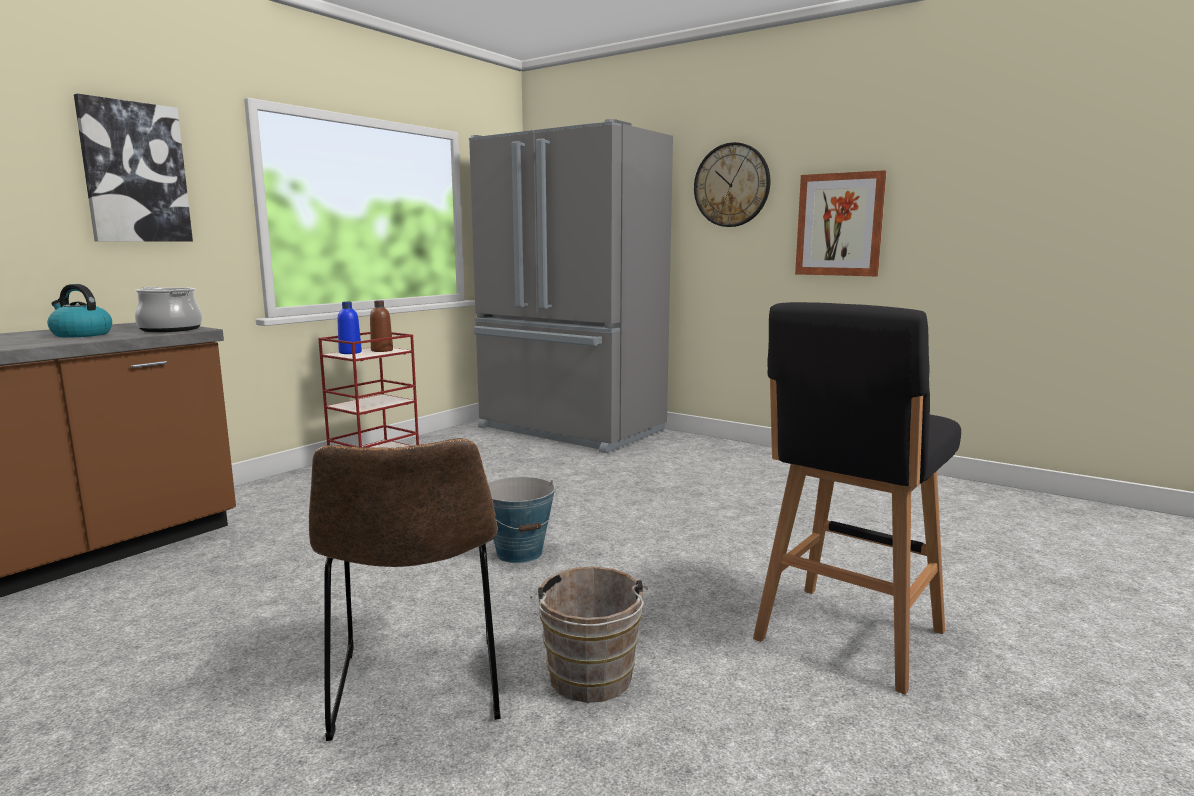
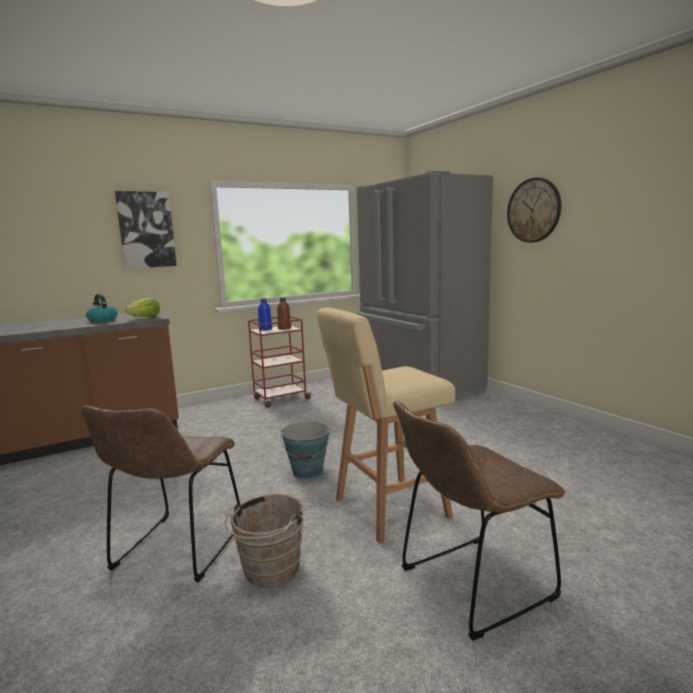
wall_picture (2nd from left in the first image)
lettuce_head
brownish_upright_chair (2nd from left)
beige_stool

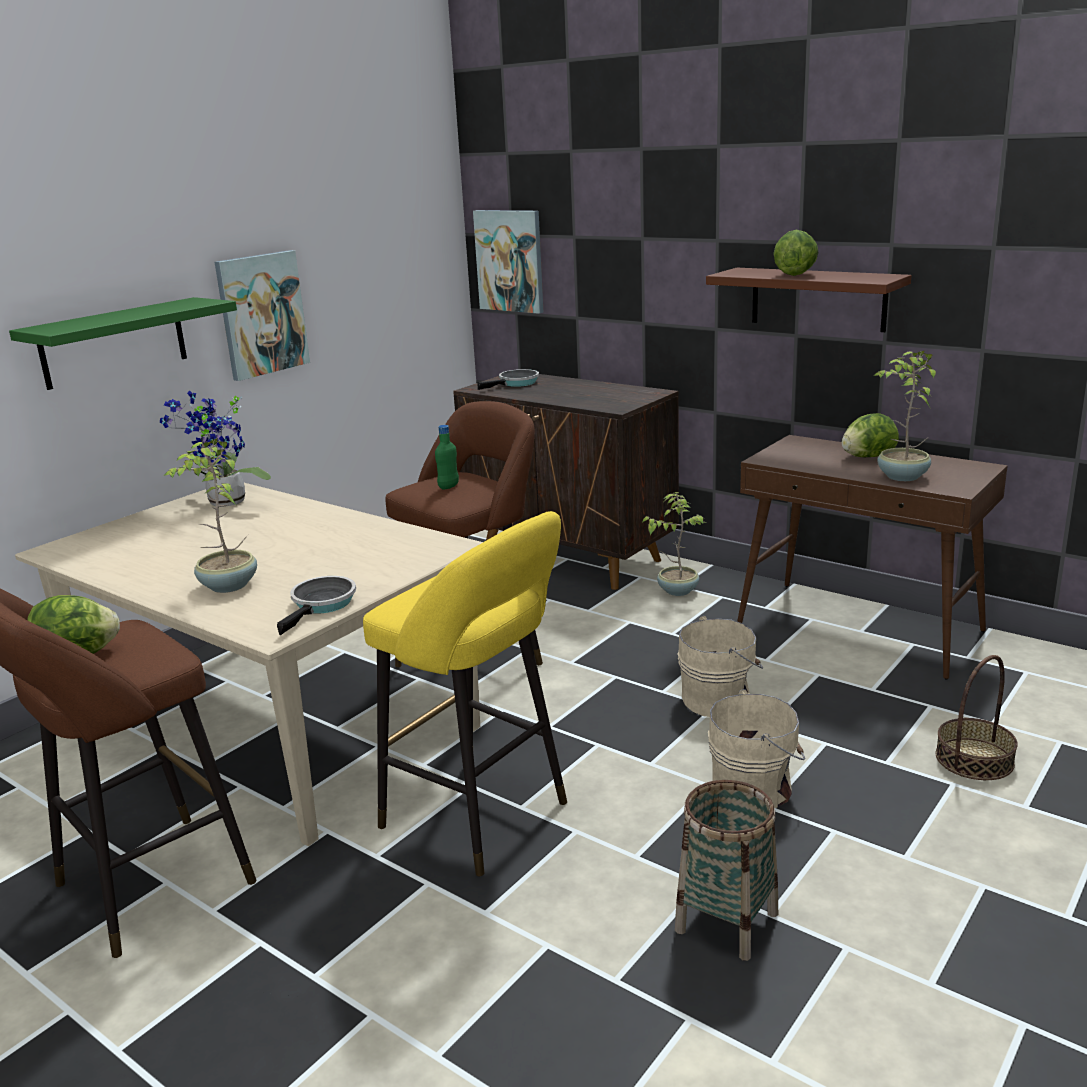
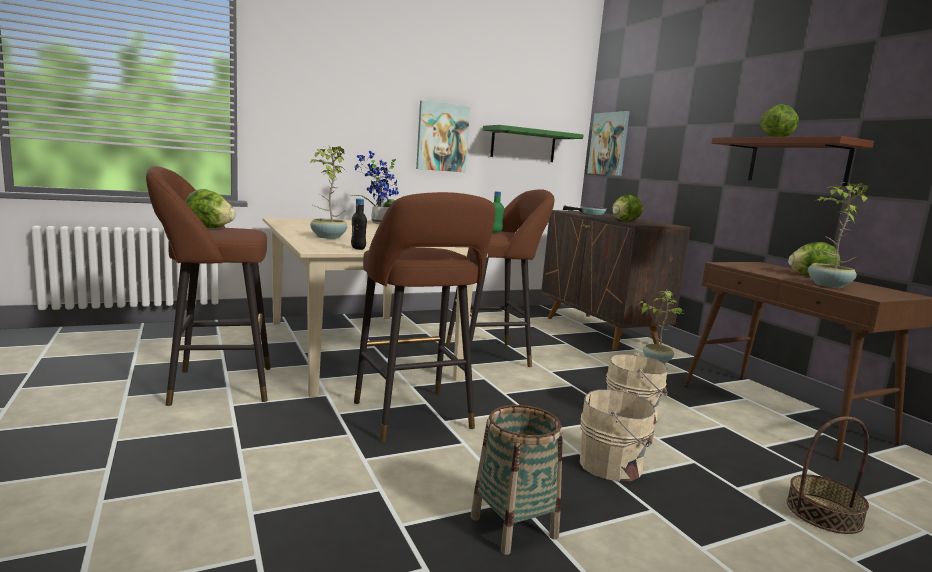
green-coloured_bracket_shelf
brownish_stool (2nd from left)
blackish_drink_bottle
lettuce_head (2nd from left)

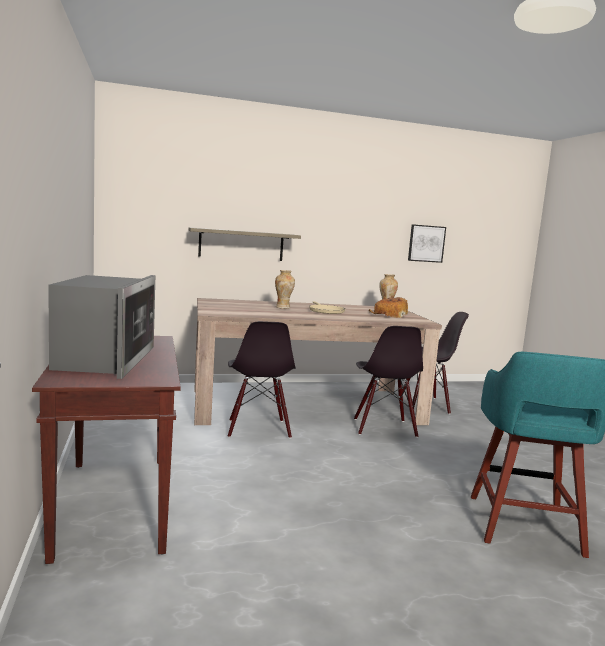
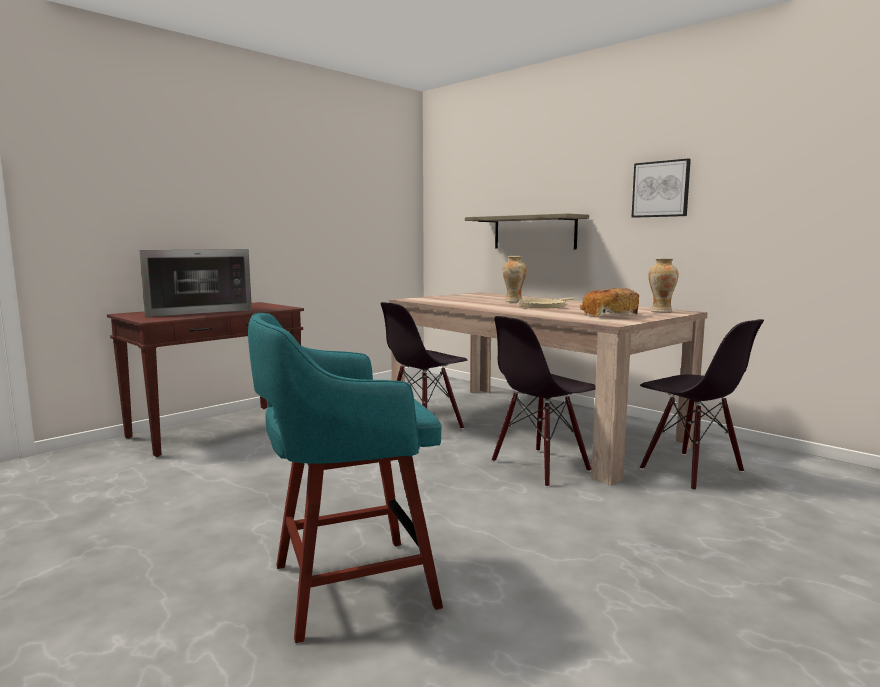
wall_picture

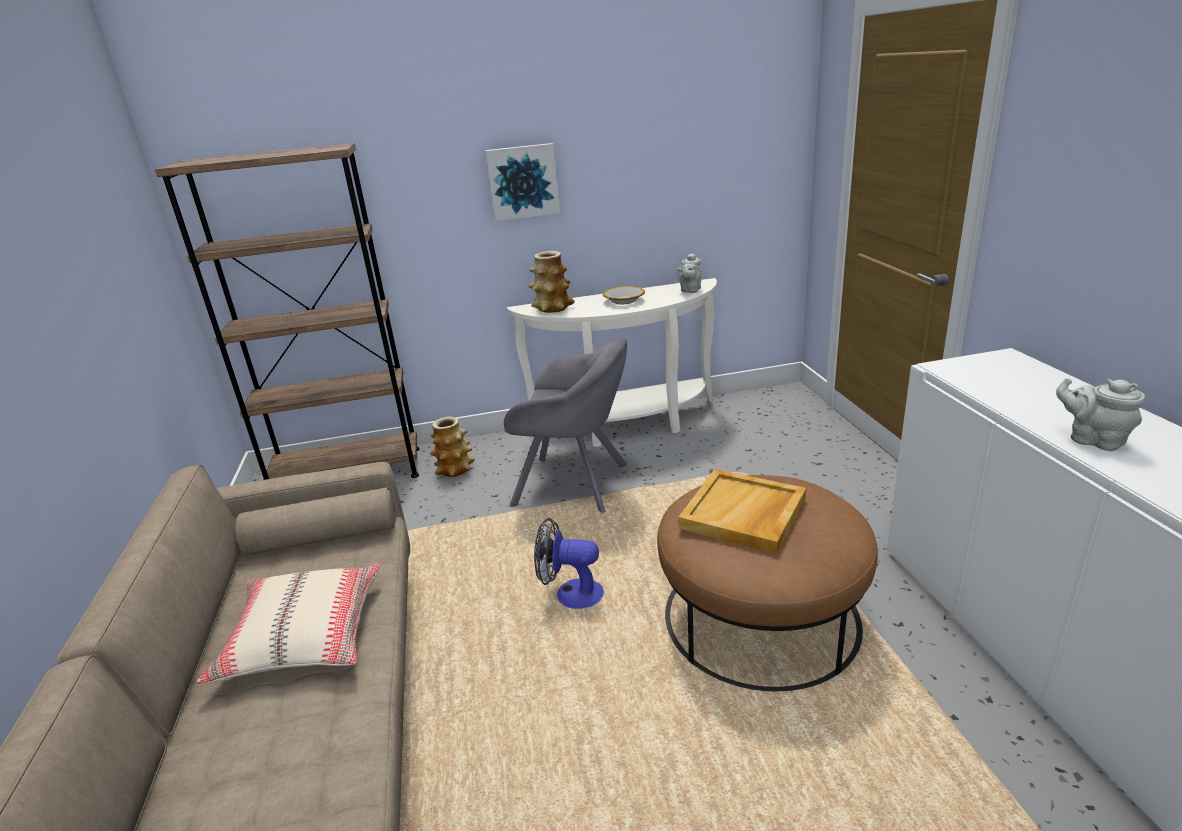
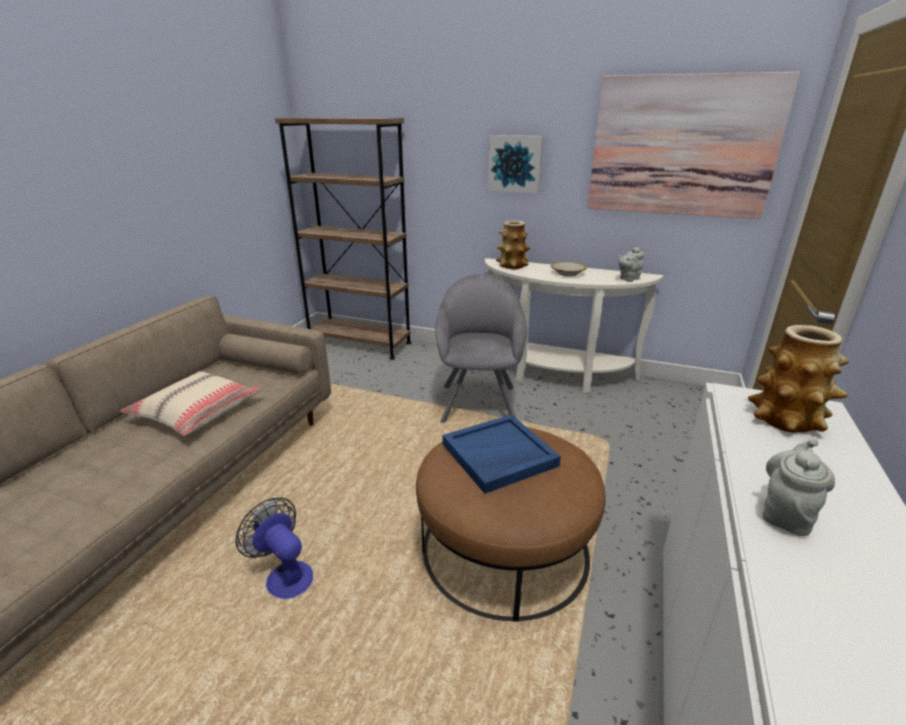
greyish_easy_chair
greyish_pot_for_tea (2nd from left)
decorative_vase (2nd from left)
bluish_carrying_tray
electric_fan
wall_picture (2nd from left)

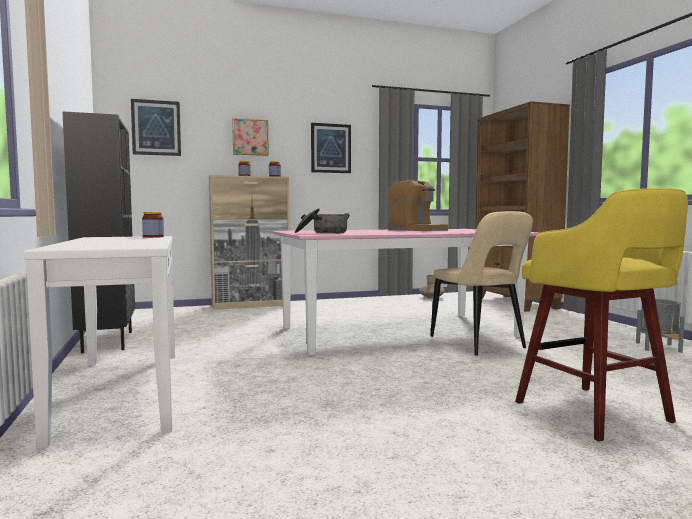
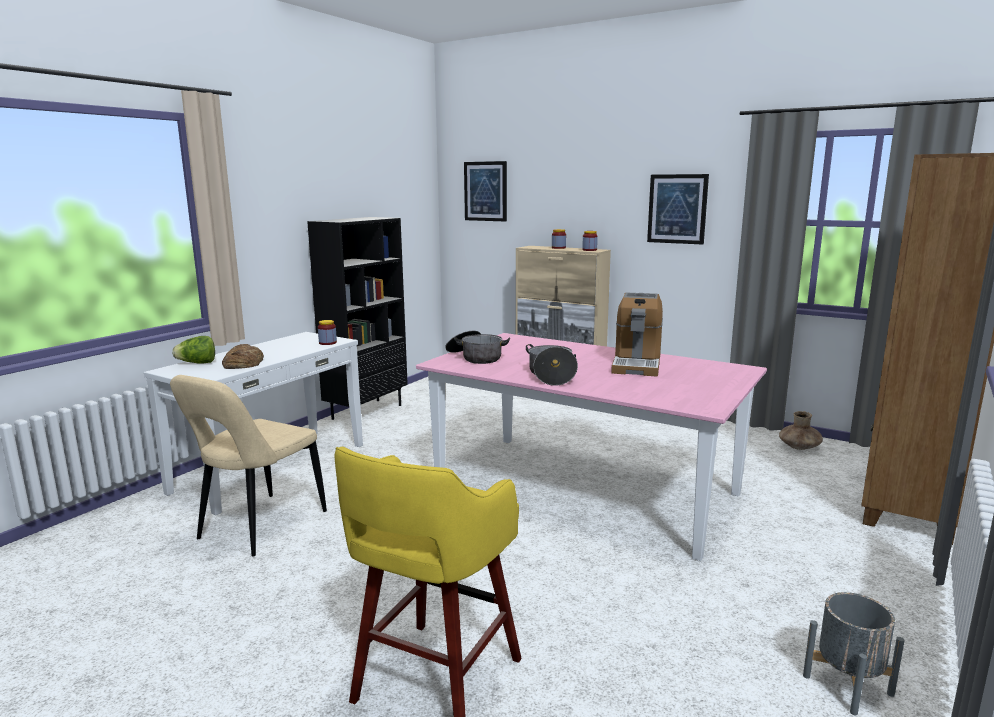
wall_picture (2nd from left in the first image)
beige_upright_chair
lettuce_head
baked_bread
saucepot (2nd from left)

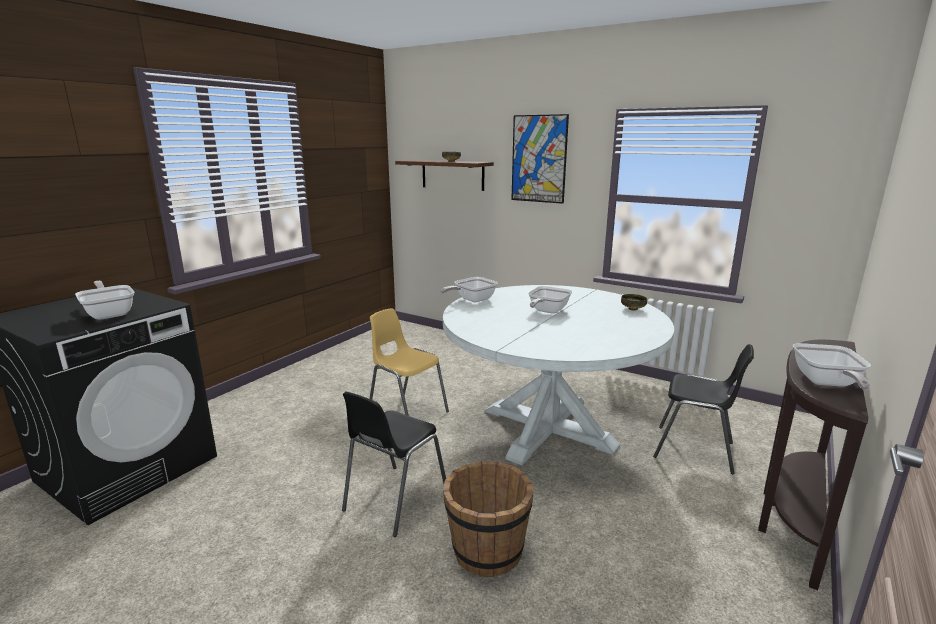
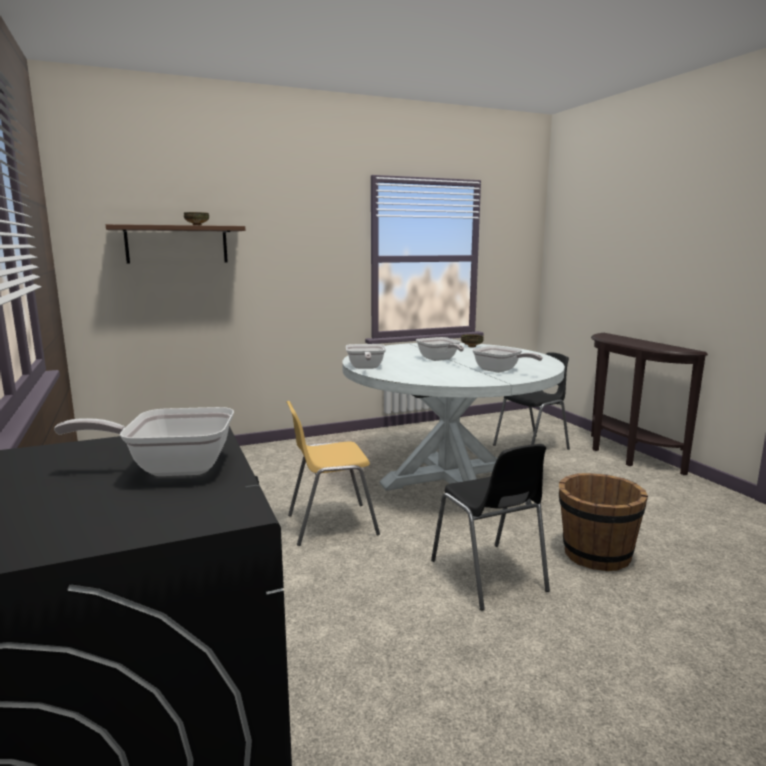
wall_picture
pan (4th from left)

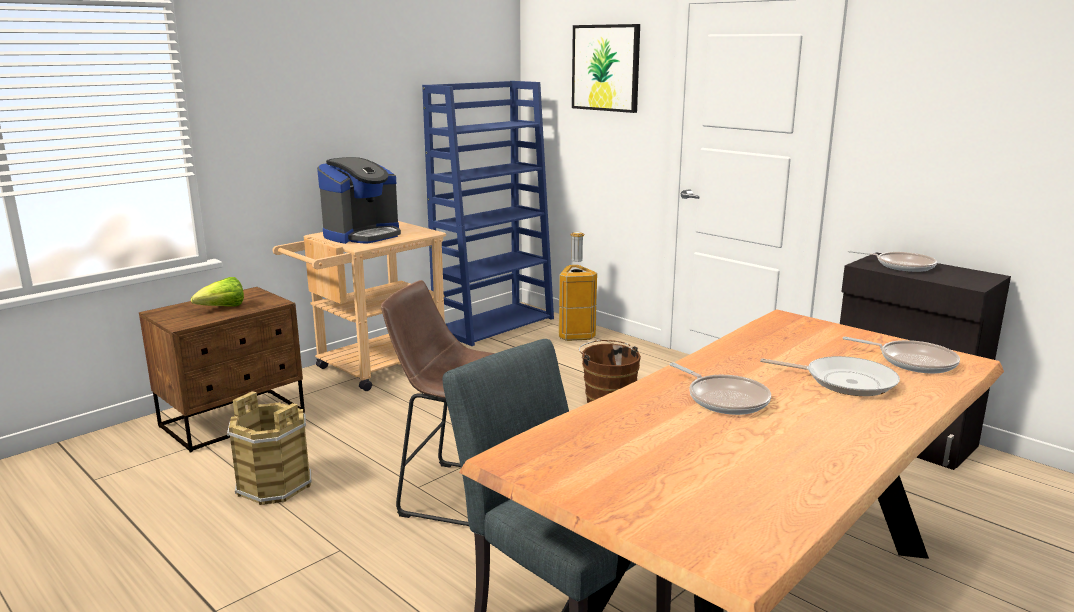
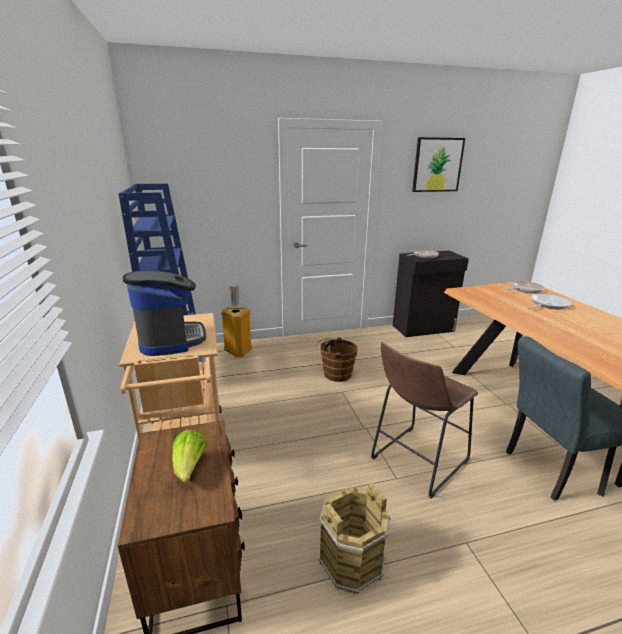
wall_picture
pan (1st from left in the first image)

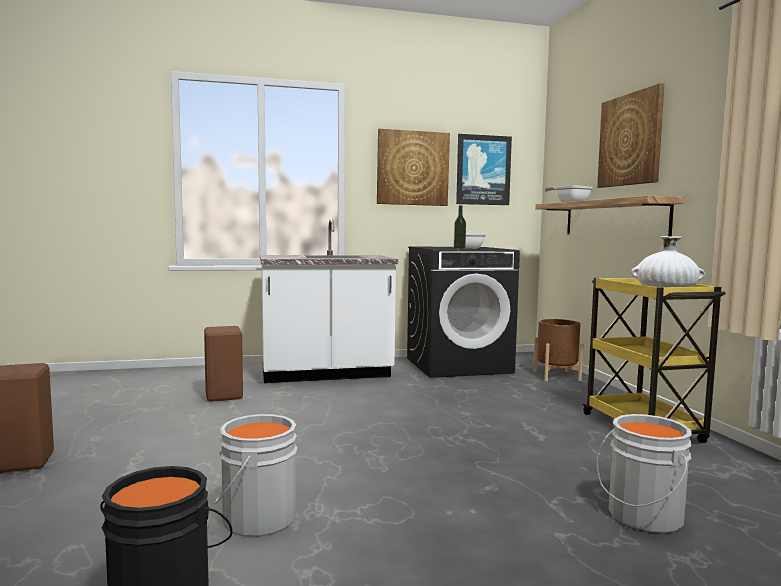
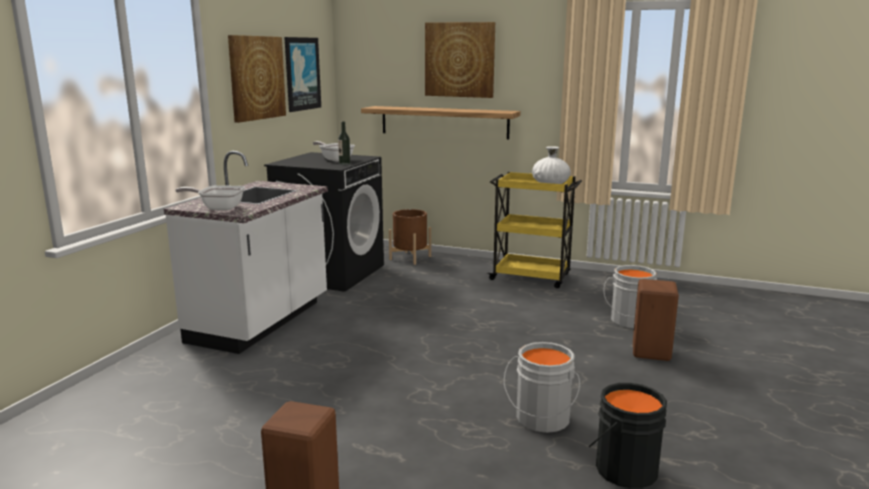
pan (1st from left)
brownish_stool (2nd from left)

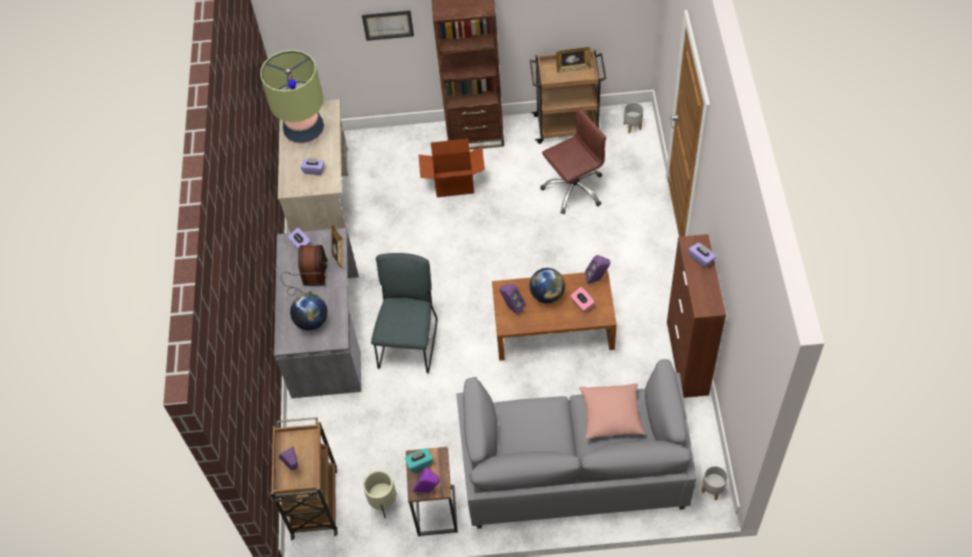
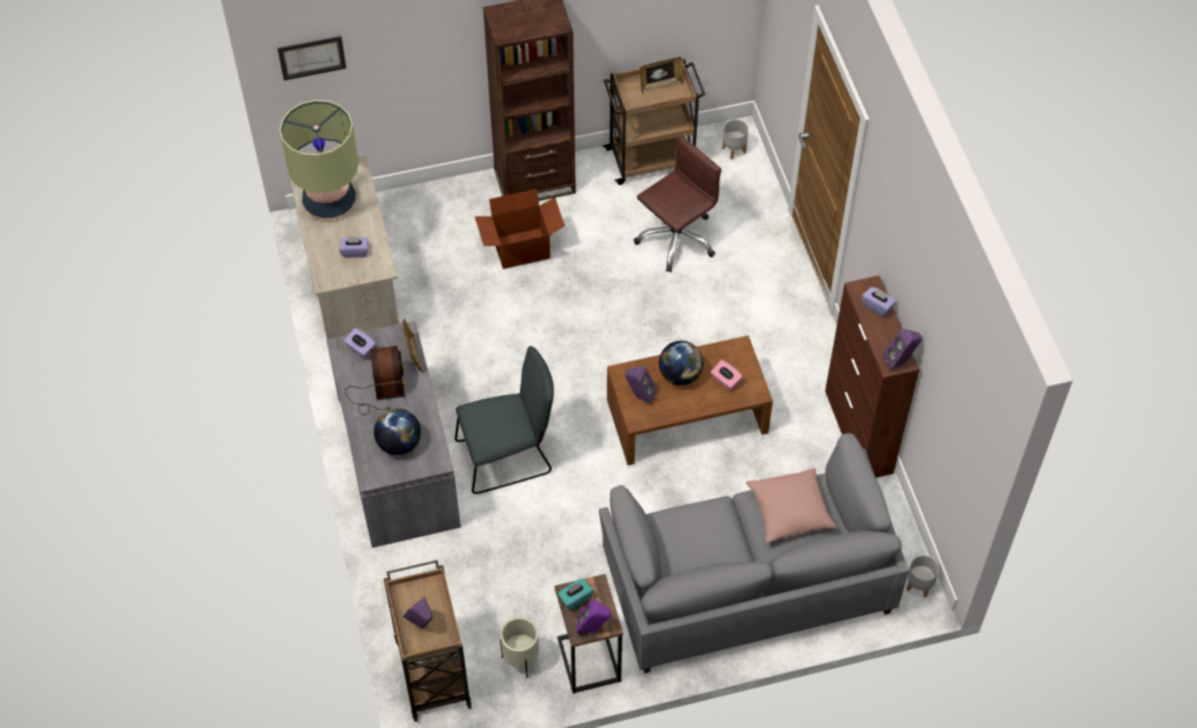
wall_picture
greyish_upright_chair
purple_loudspeaker (4th from left)

